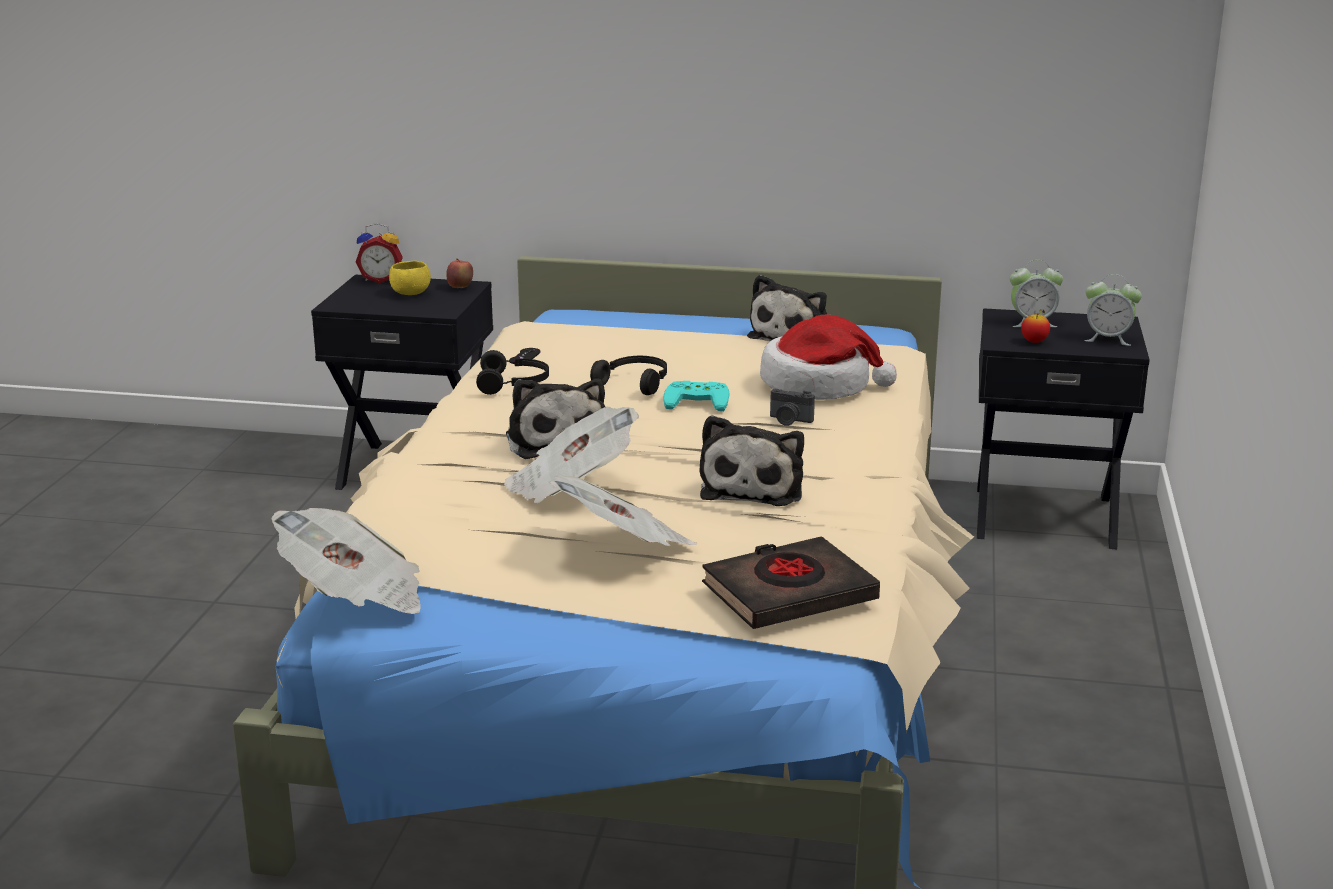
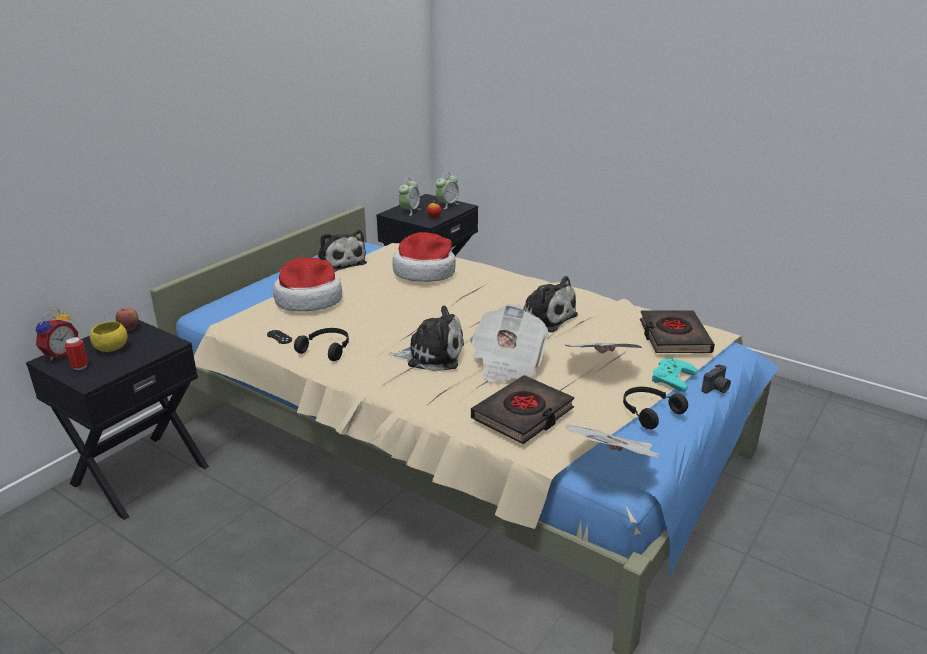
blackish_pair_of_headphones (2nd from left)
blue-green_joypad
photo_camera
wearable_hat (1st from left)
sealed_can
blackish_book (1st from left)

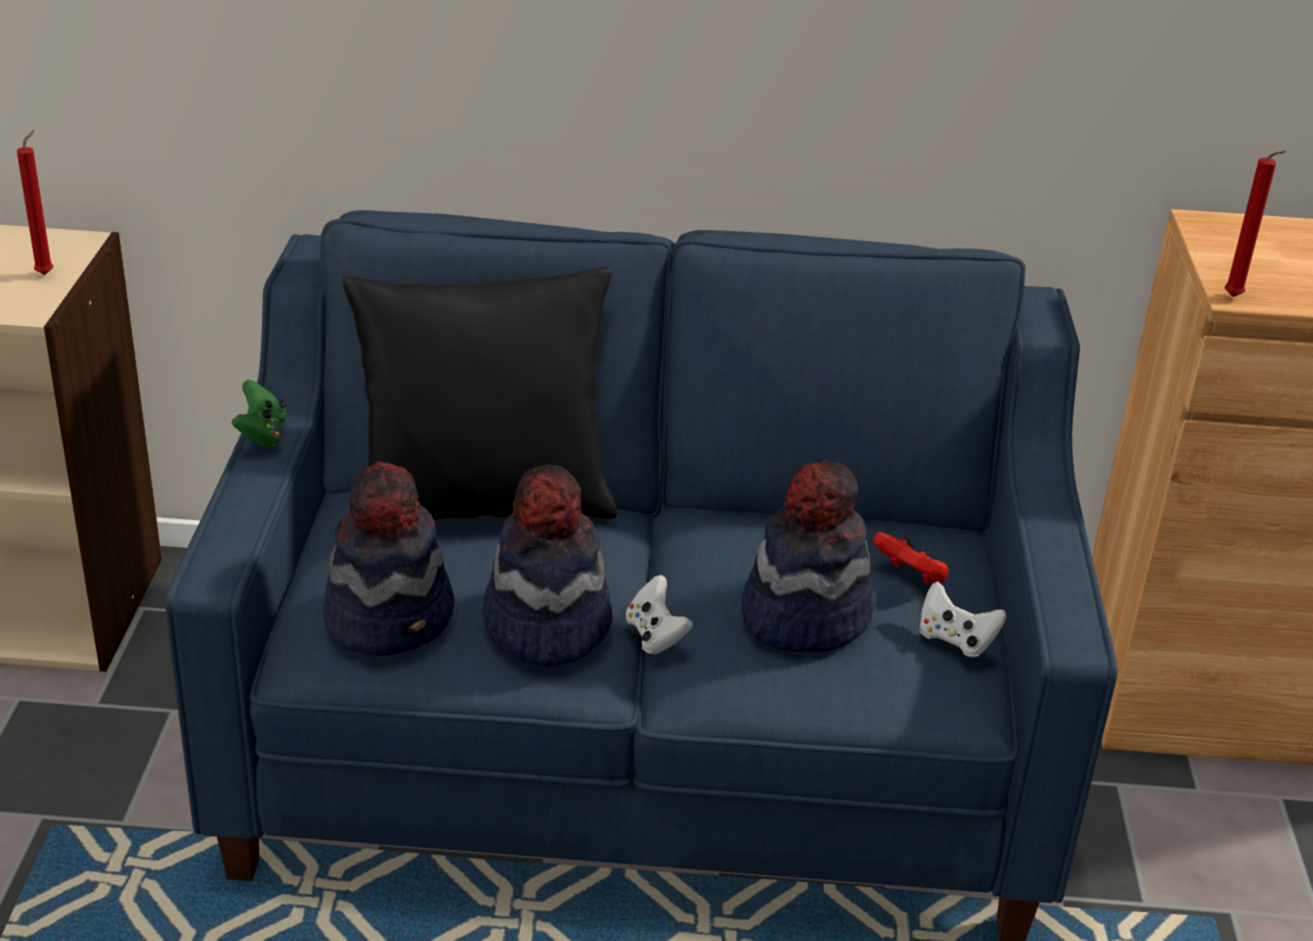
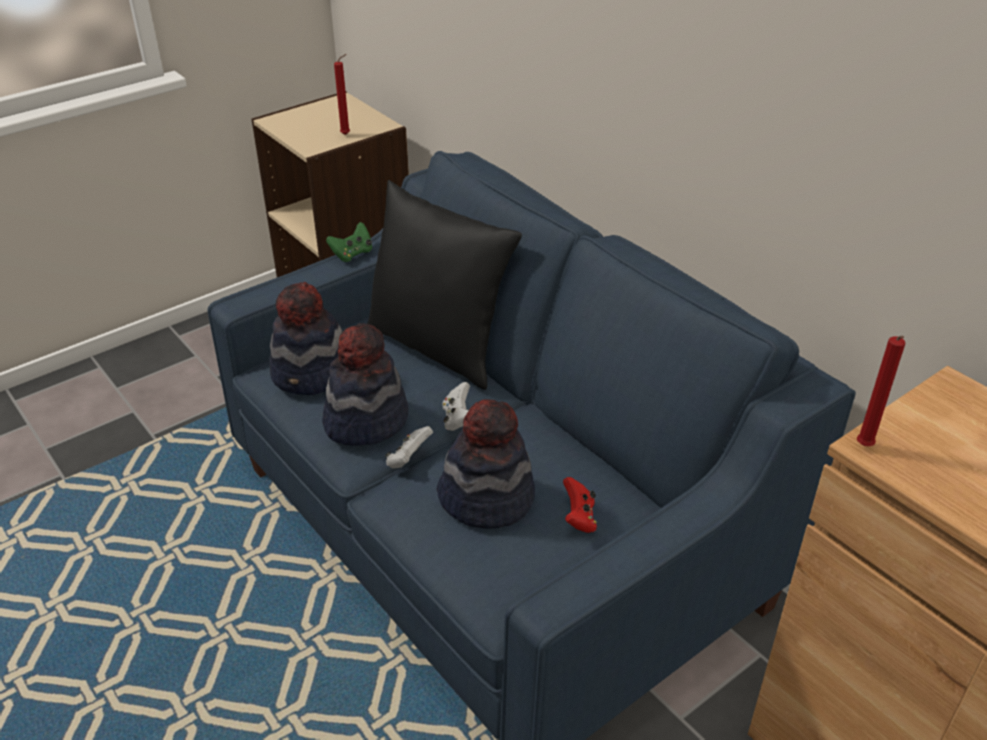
whitish_joypad (2nd from left)

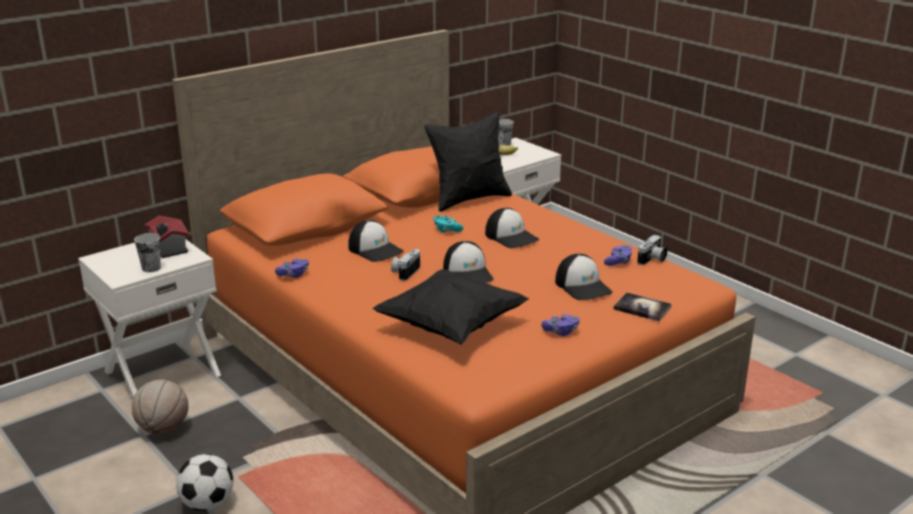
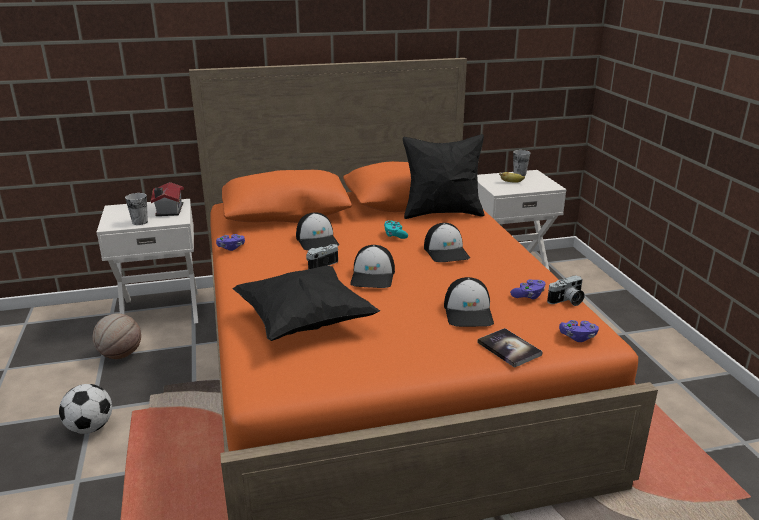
purple_joypad (3rd from left)

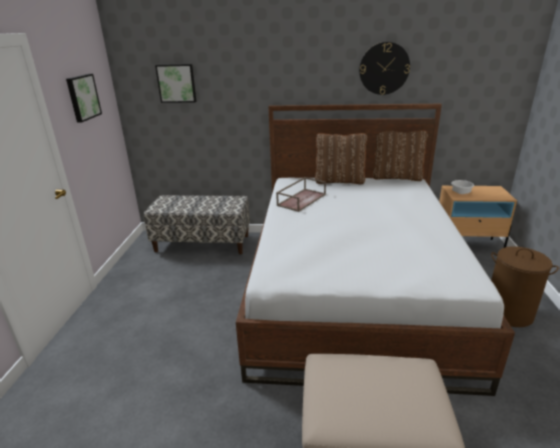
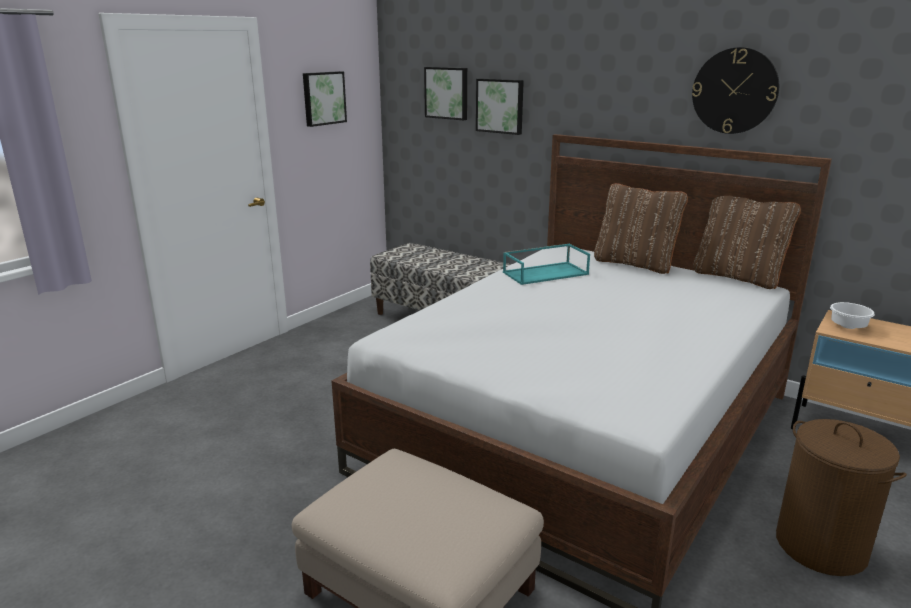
blue-green_carrying_tray
wall_picture (3rd from left)

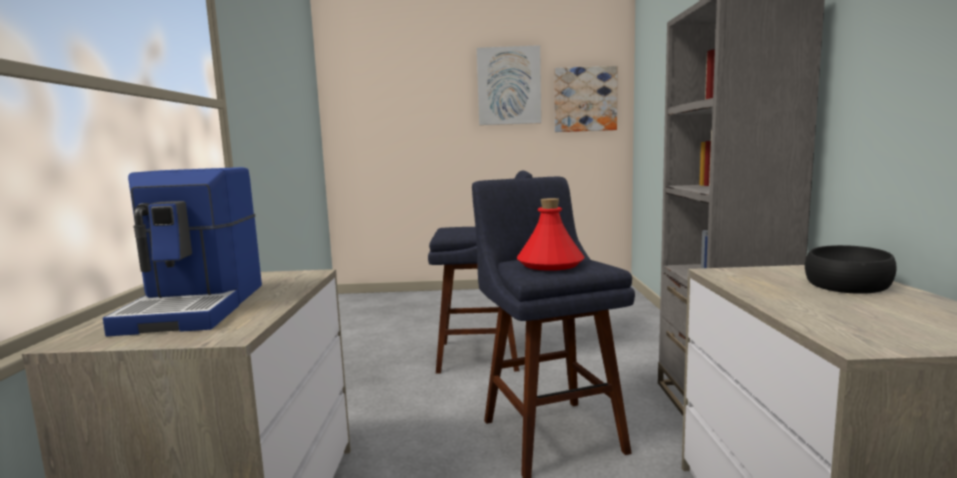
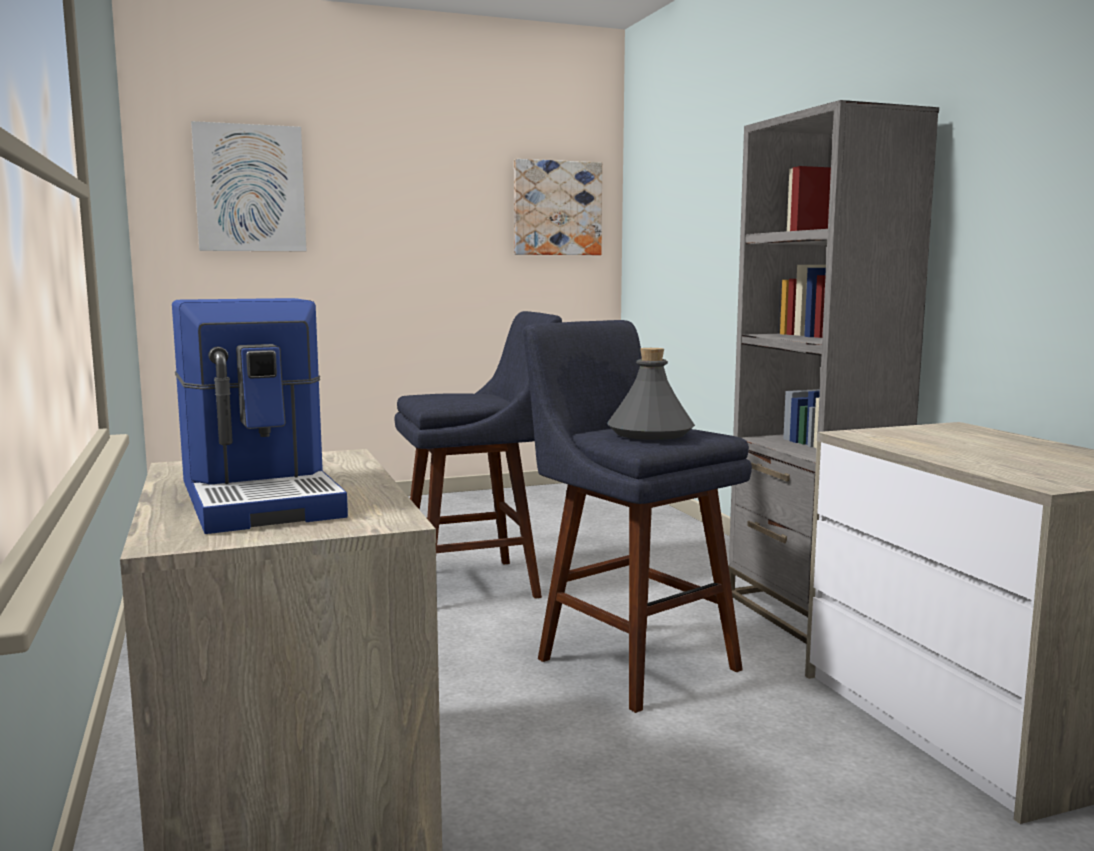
wall_picture (1st from left)
greyish_drink_bottle
blackish_serving_bowl

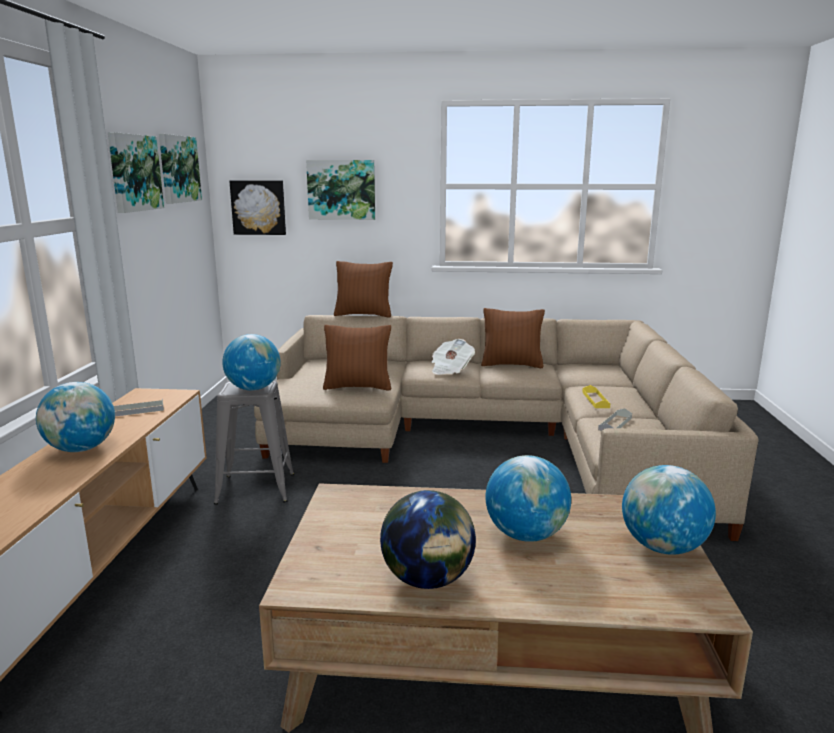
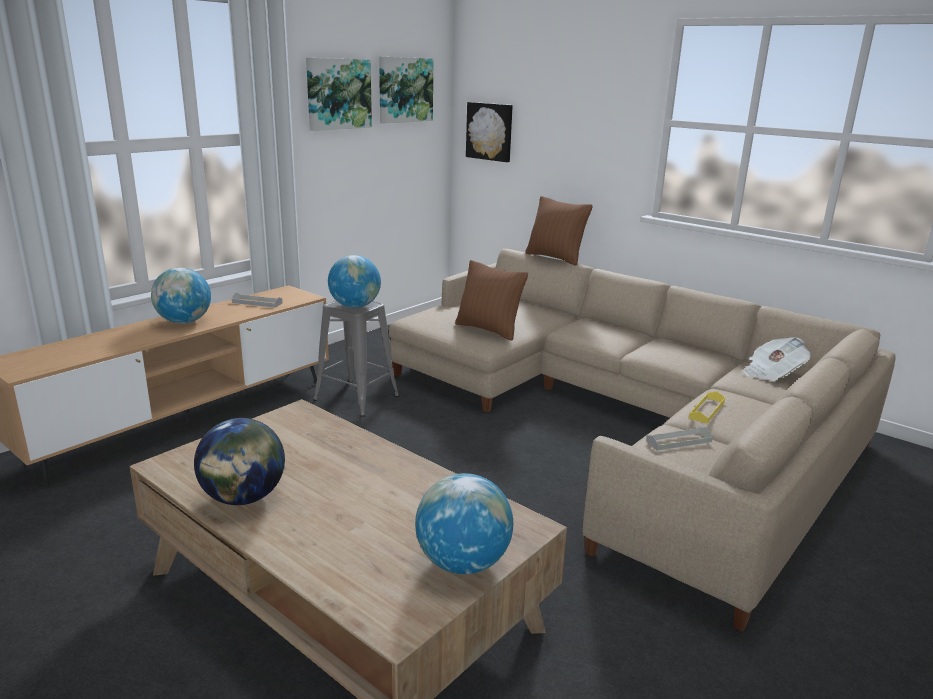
wall_picture (4th from left in the first image)
brownish_pillow (3rd from left in the first image)
printed_paper
globe (4th from left in the first image)

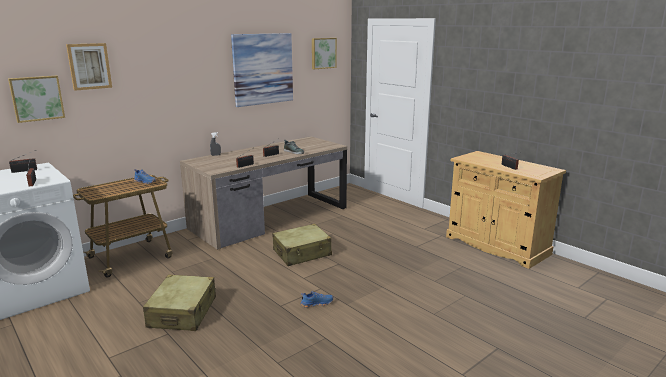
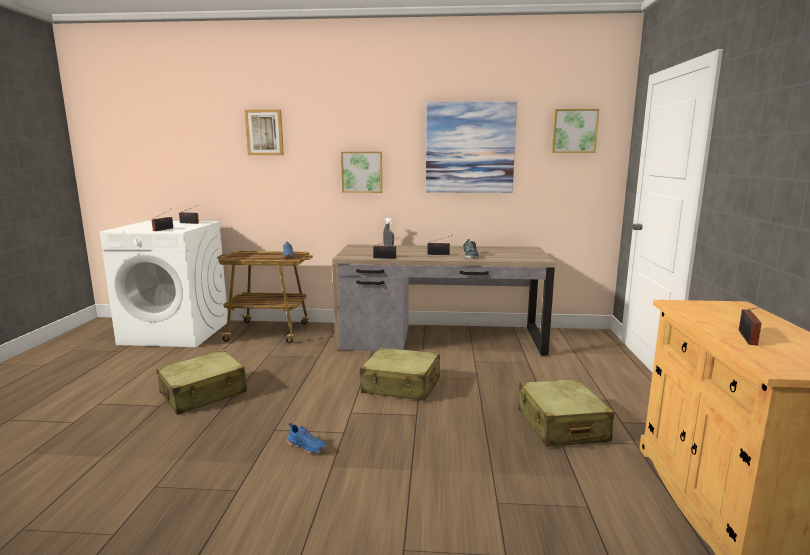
wall_picture (2nd from left)
beige_suitcase (3rd from left)

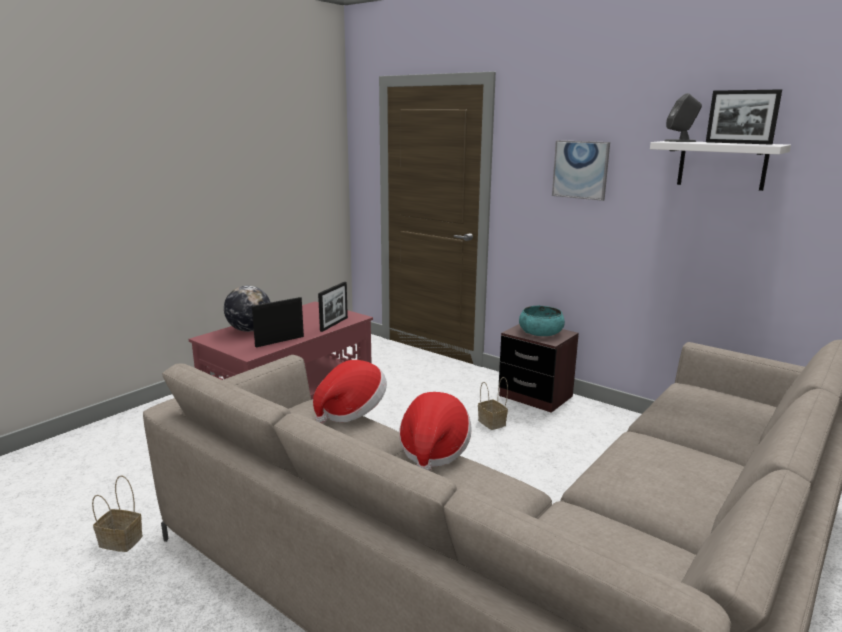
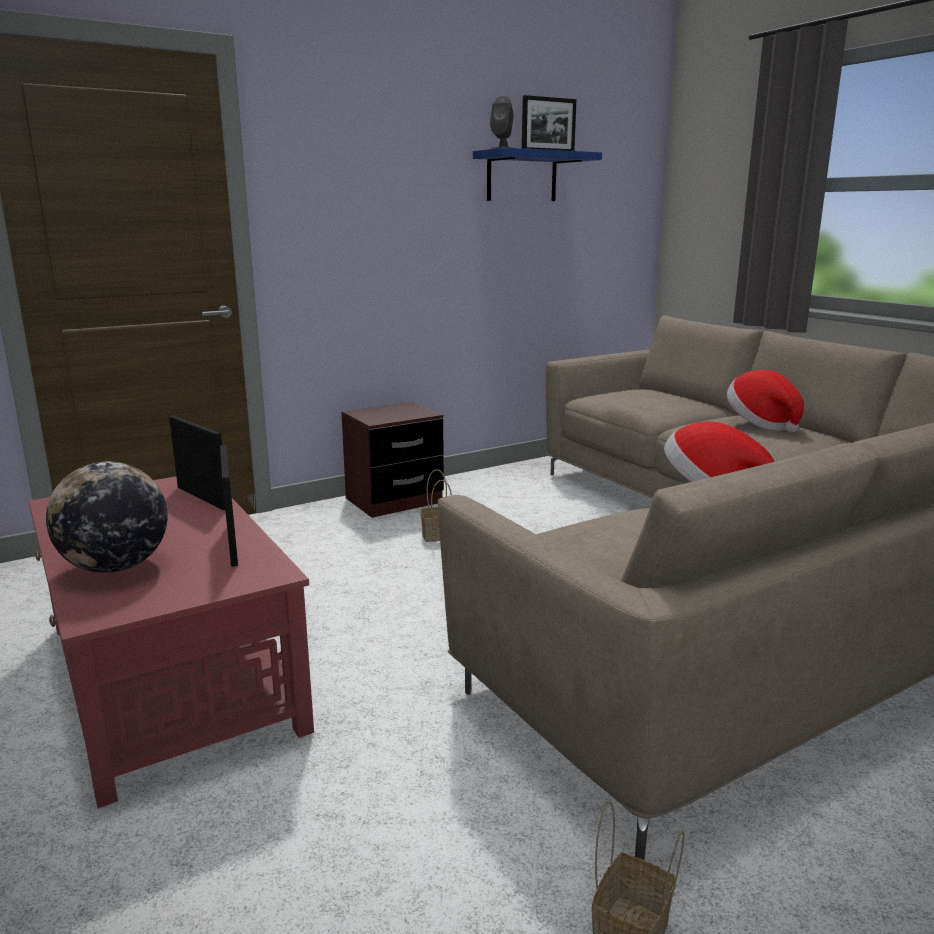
wall_picture
bluish_bracket_shelf
blue-green_serving_bowl
wearable_hat (2nd from left)

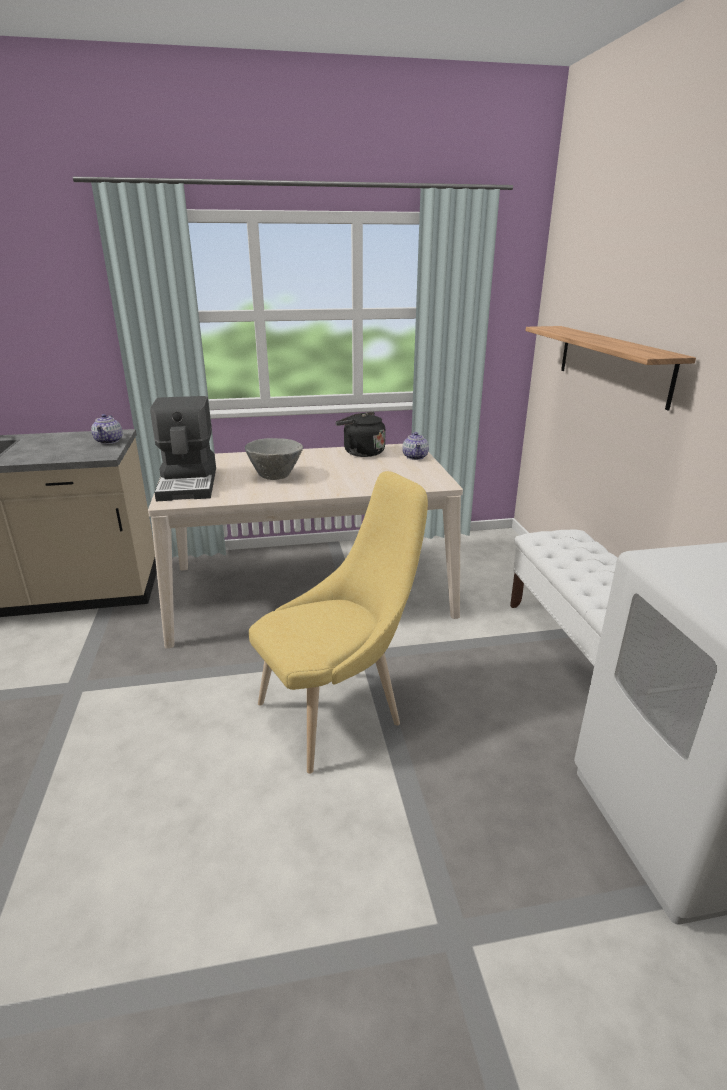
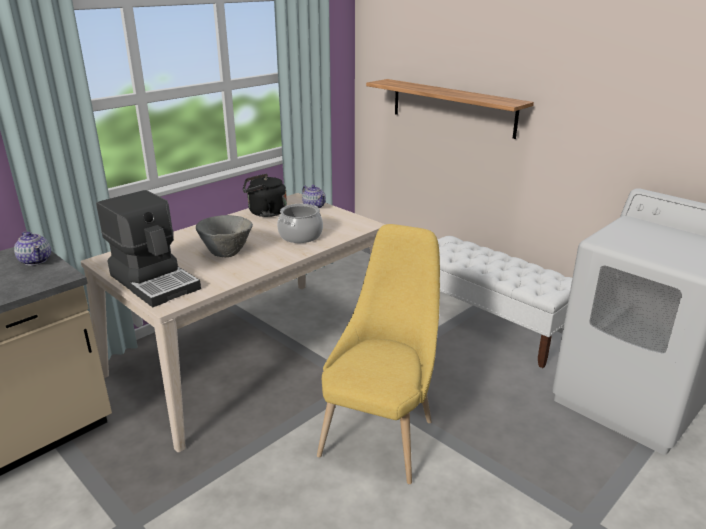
saucepot

